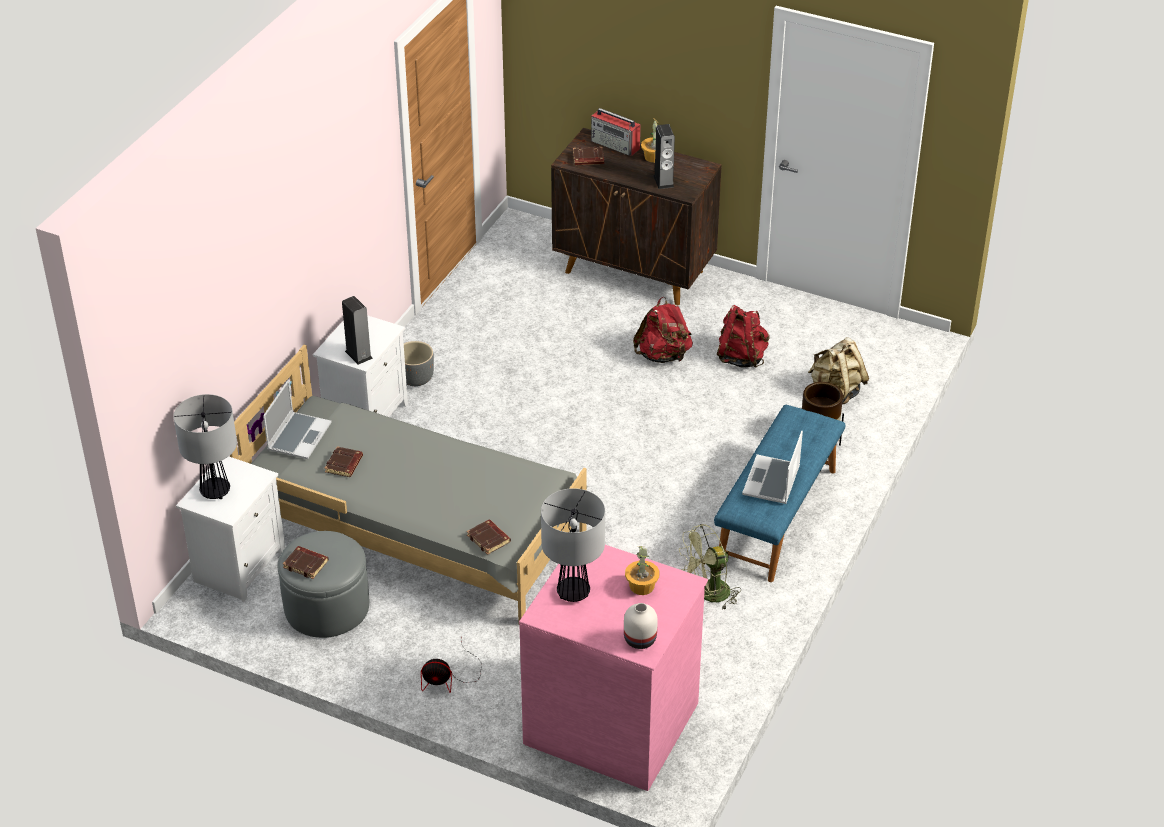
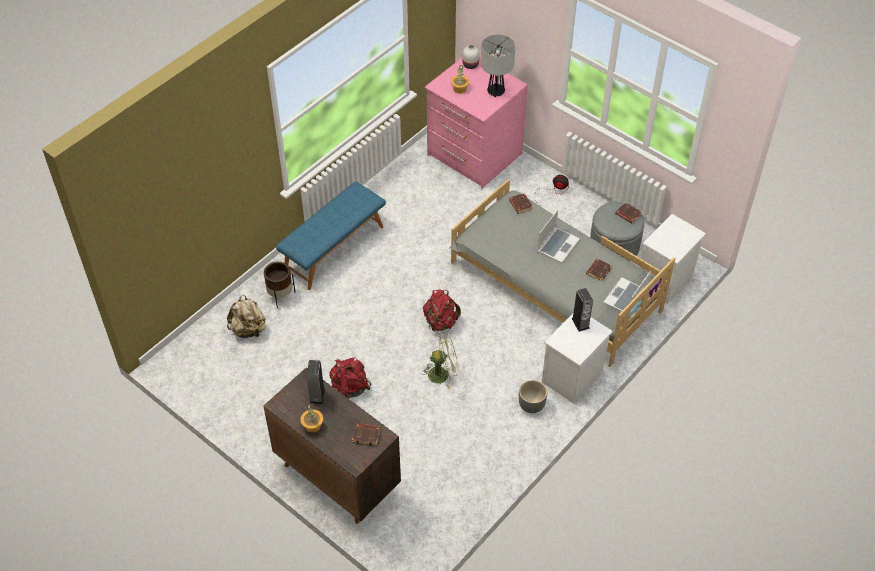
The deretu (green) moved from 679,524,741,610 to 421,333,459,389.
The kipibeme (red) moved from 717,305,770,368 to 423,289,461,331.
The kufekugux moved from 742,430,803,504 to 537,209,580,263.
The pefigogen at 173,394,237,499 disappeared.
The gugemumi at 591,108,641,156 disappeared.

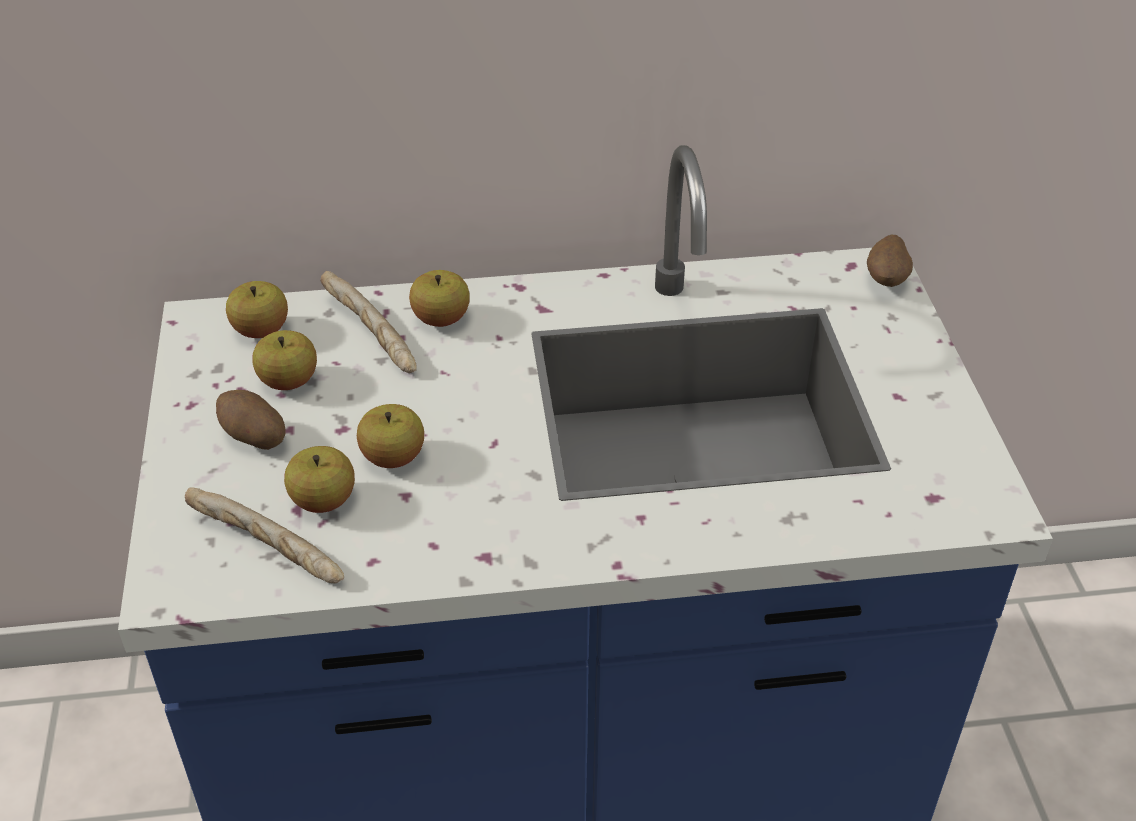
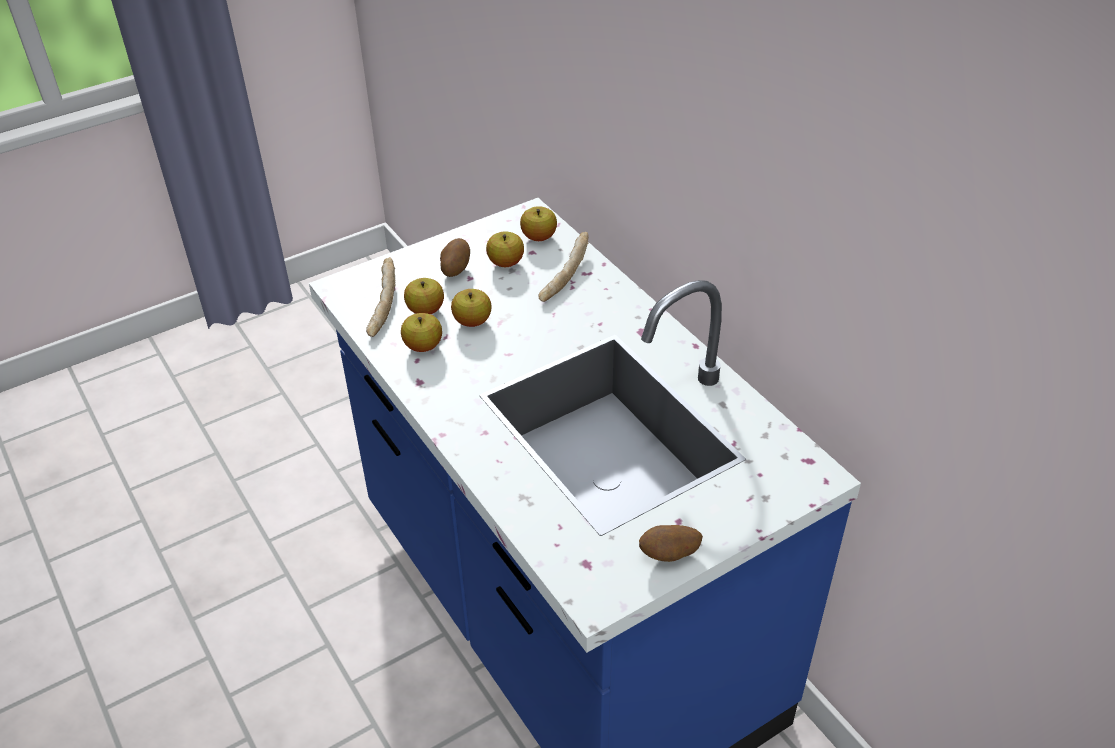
The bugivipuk moved from 409,270,470,327 to 401,313,442,352.
The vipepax moved from 867,235,913,287 to 639,525,703,562.

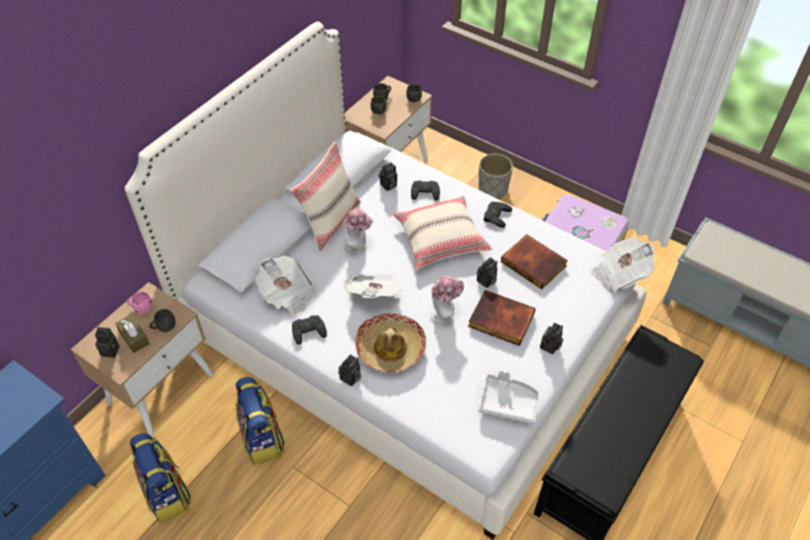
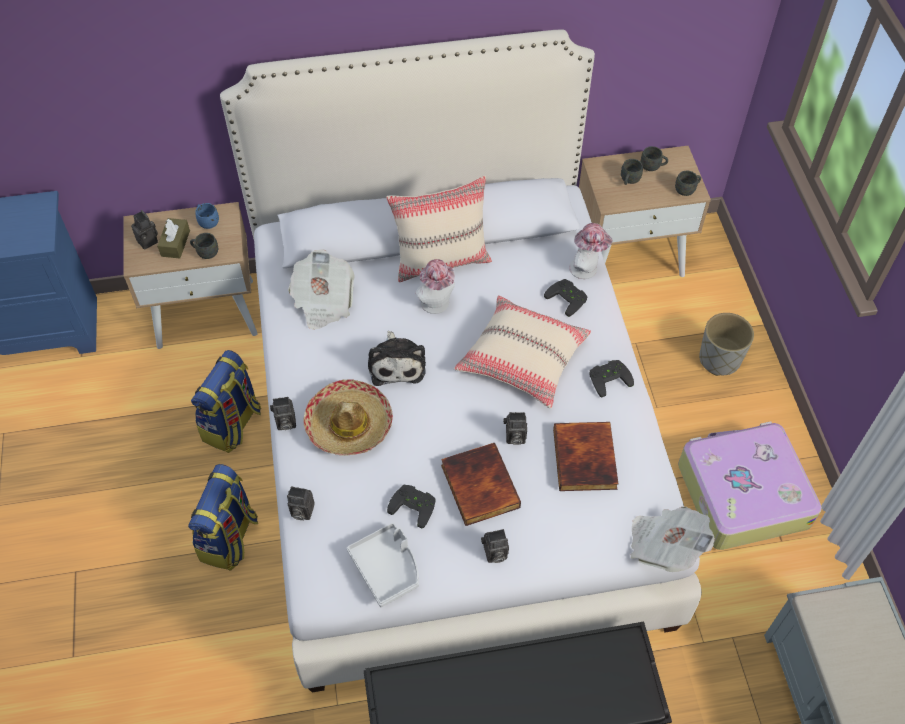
The kipibeme moved from 130,433,191,523 to 188,464,258,571.
The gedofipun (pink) at 127,291,152,314 became the gedofipun (blue) at 195,203,219,229.
The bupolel moved from 378,162,397,191 to 287,486,315,520.
The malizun at 346,274,402,298 was replaced by the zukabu at 368,331,426,386.
The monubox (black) moved from 292,316,327,345 to 387,485,436,528.
The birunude moved from 430,276,464,325 to 569,223,613,279.

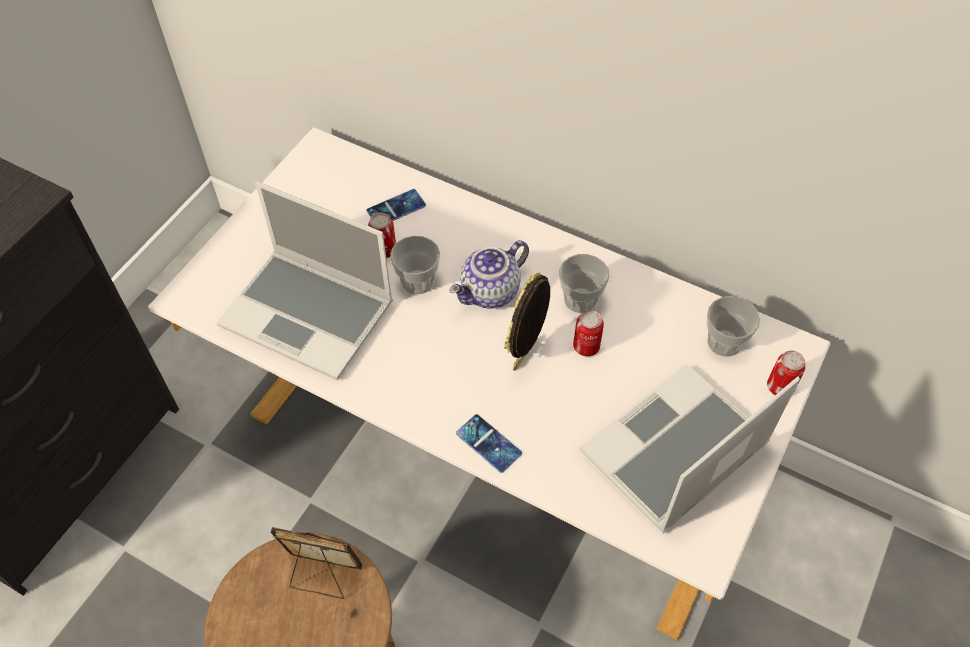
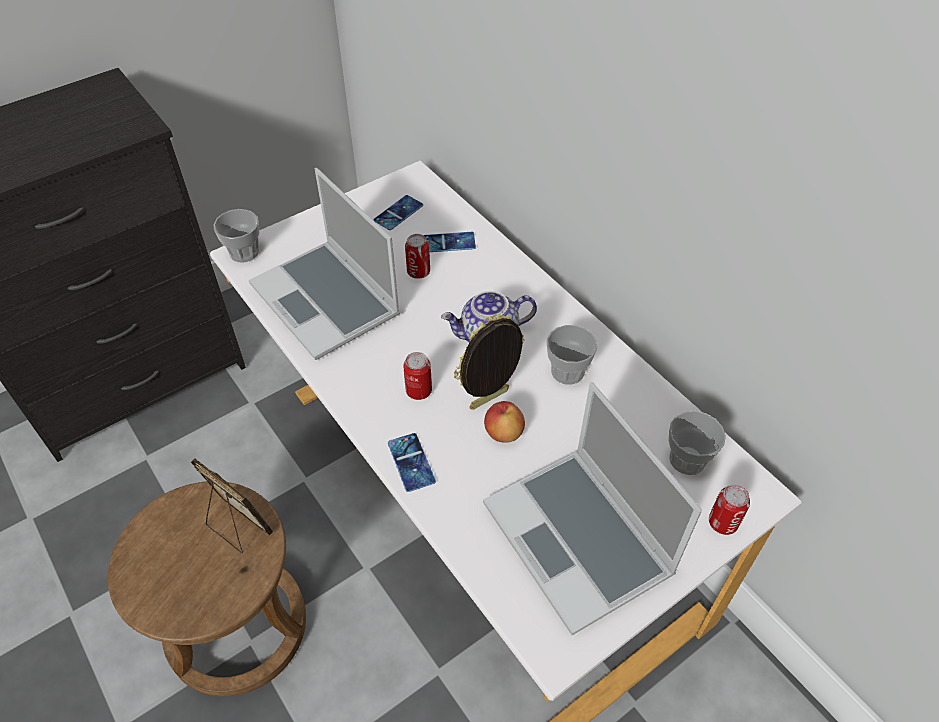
The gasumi moved from 390,236,440,294 to 213,209,260,263.
The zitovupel at 373,195,423,230 appeared.
The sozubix moved from 573,310,604,356 to 403,352,432,400.
The kufekugux at 579,363,800,533 turned 105 degrees counterclockwise.
The bugivipuk at 484,401,525,443 appeared.

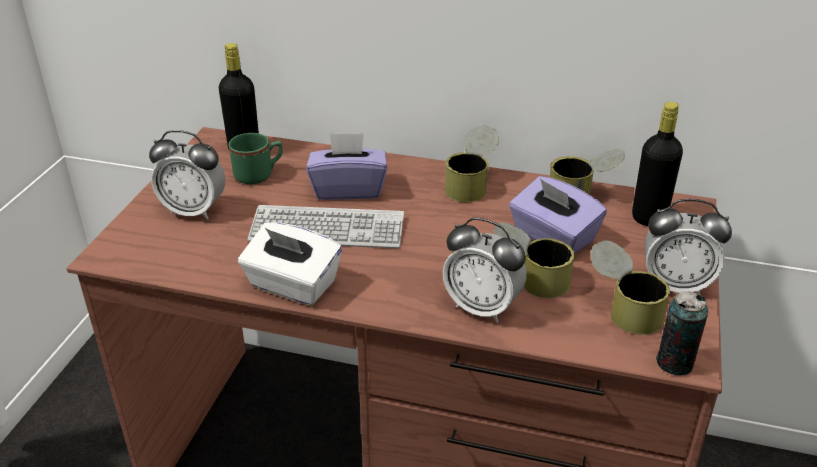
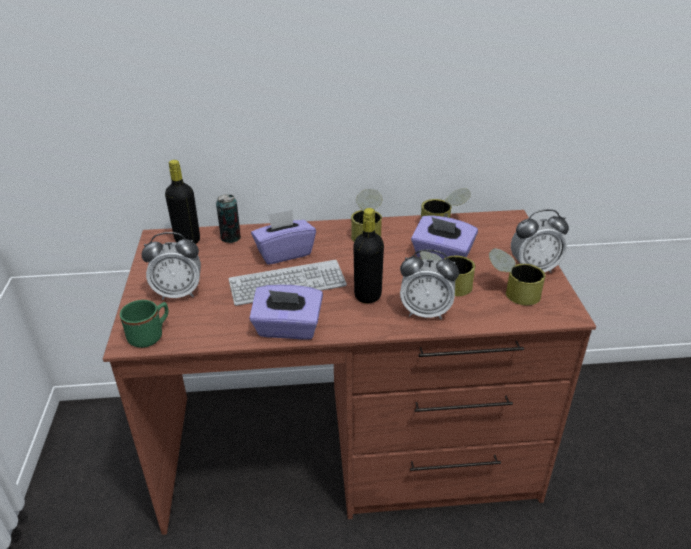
The gedofipun (green) moved from 228,133,283,184 to 120,300,169,348.
The sozubix moved from 656,291,708,376 to 216,194,241,243.
The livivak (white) at 238,222,342,305 became the livivak (purple) at 249,285,323,340.
The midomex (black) moved from 632,102,683,226 to 353,208,384,304.

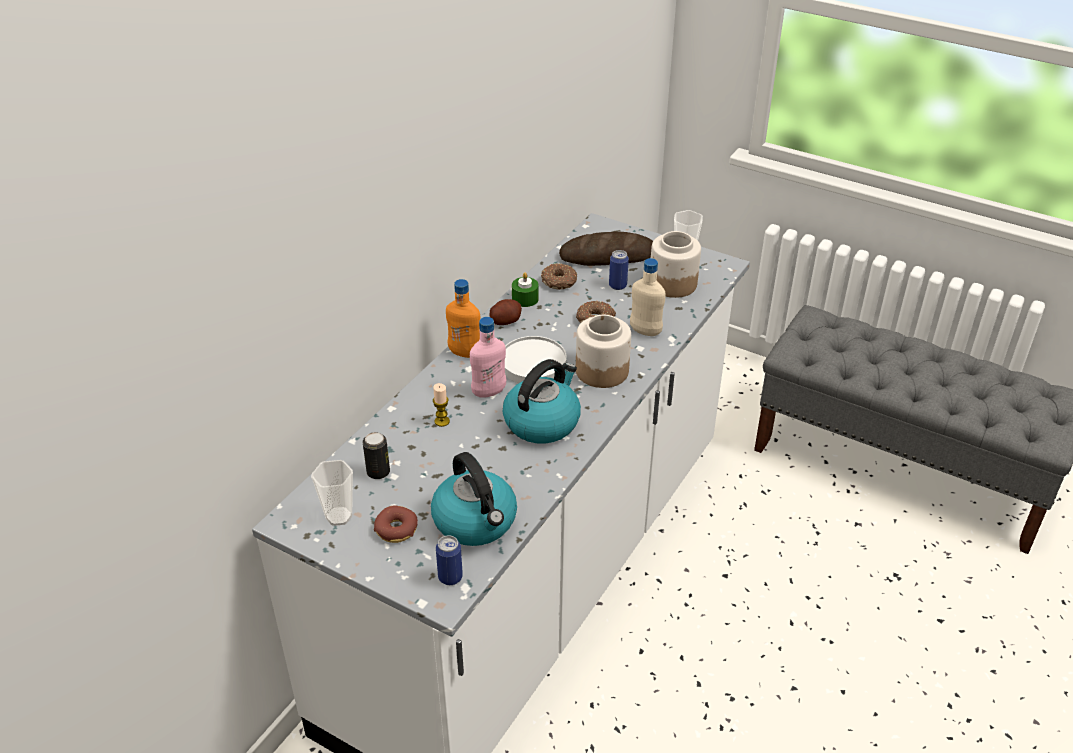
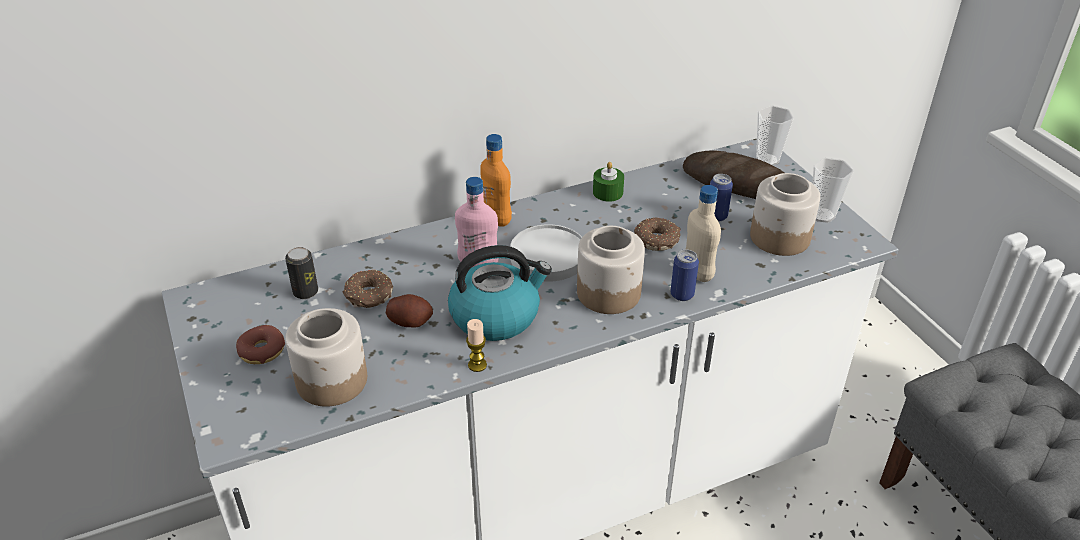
The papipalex at 431,452,517,546 was replaced by the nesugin at 285,308,367,407.
The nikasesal moved from 541,263,577,290 to 342,269,393,308.
The vipepax moved from 490,299,522,325 to 386,294,433,328.
The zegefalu moved from 433,383,450,427 to 466,319,487,372.
The sozubix moved from 436,535,463,585 to 670,249,699,301.
The gasumi moved from 311,460,353,526 to 756,106,794,166.

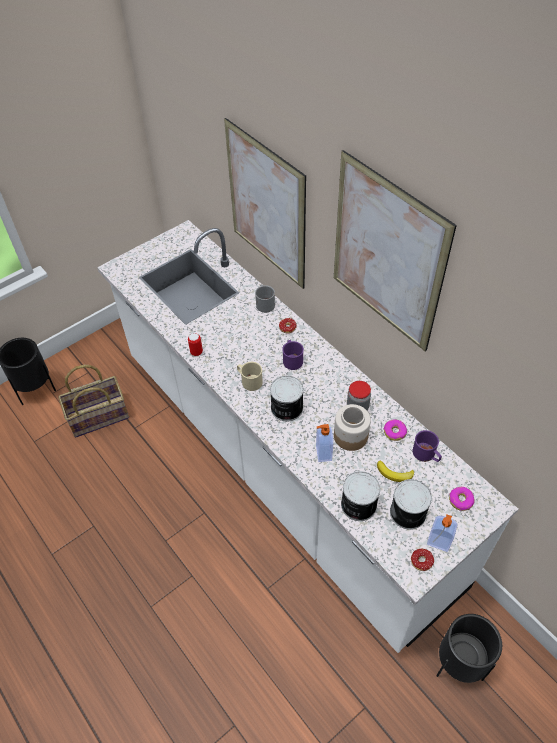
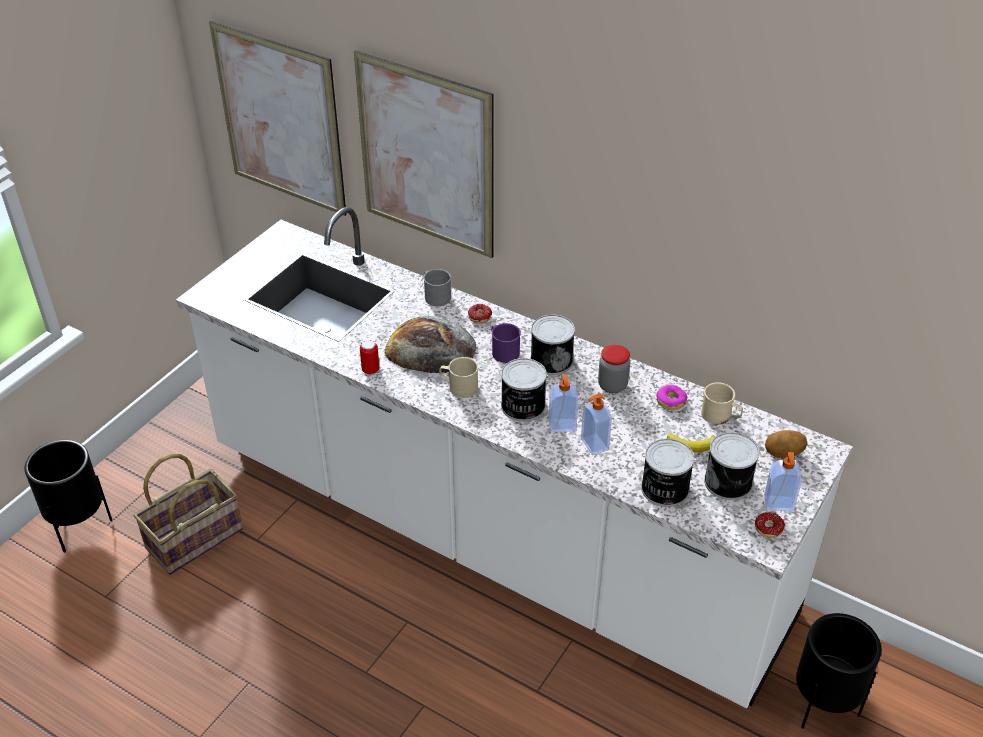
The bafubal moved from 334,150,457,352 to 209,20,346,216.
The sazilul at 384,316,477,373 appeared.
The sozubix at 530,315,575,375 appeared.
The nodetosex at 549,375,578,432 appeared.
The gedofipun (purple) at 413,430,442,462 became the gedofipun (beige) at 701,382,743,424.
The nikasesal at 449,487,474,511 was replaced by the vipepax at 765,430,807,459.
The nesugin at 334,404,371,451 disappeared.

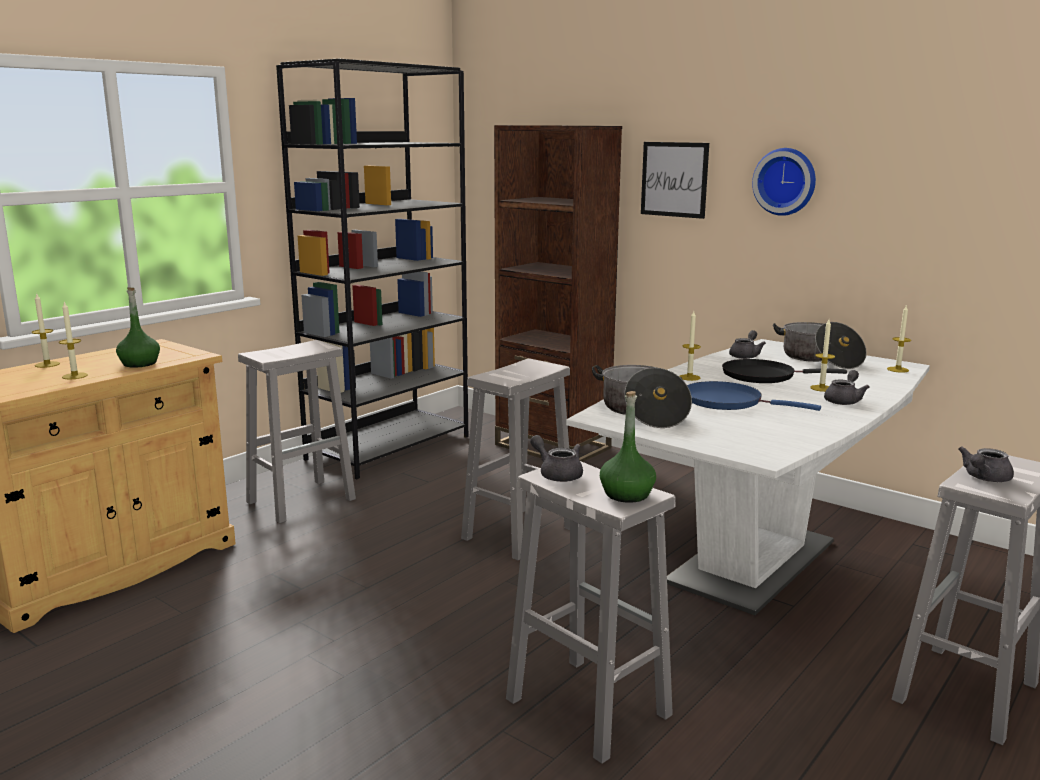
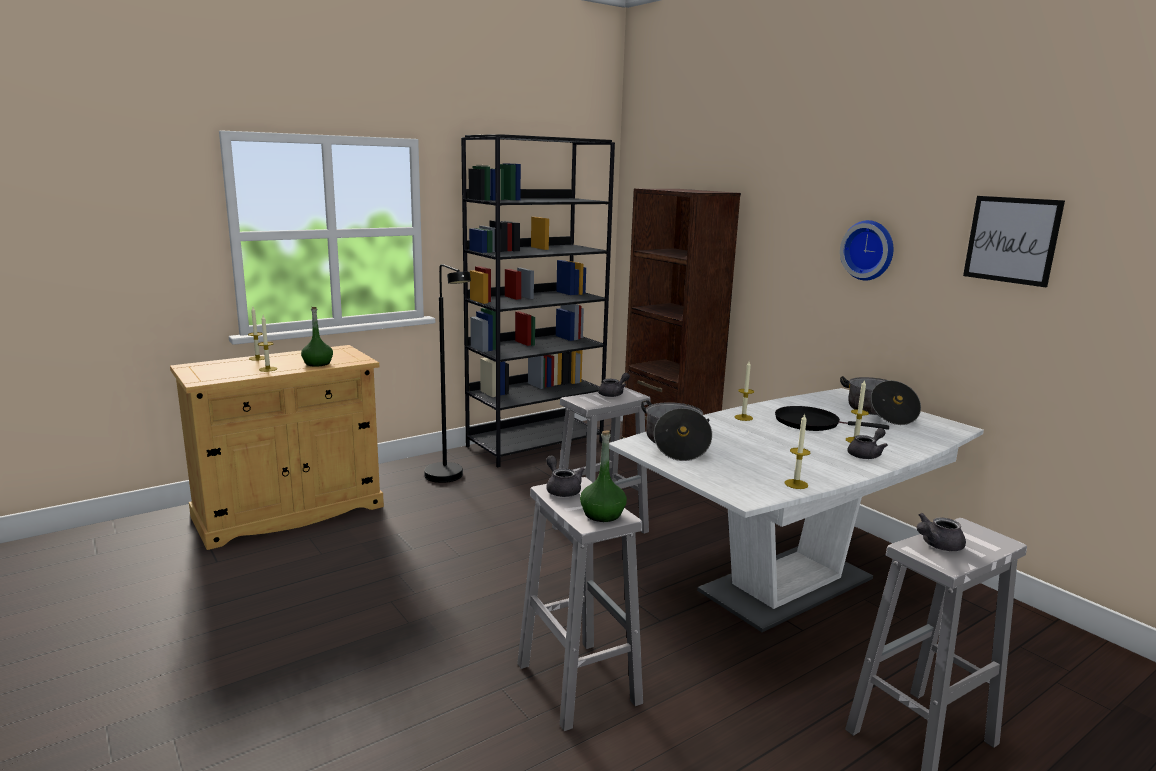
The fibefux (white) at 238,340,356,523 was replaced by the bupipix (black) at 424,264,471,483.
The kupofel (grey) moved from 729,330,766,359 to 598,373,630,397.
The zegefalu moved from 887,306,911,373 to 784,414,810,489.
The bafubal moved from 641,142,709,219 to 963,196,1065,287.
The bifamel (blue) at 687,381,821,411 disappeared.

